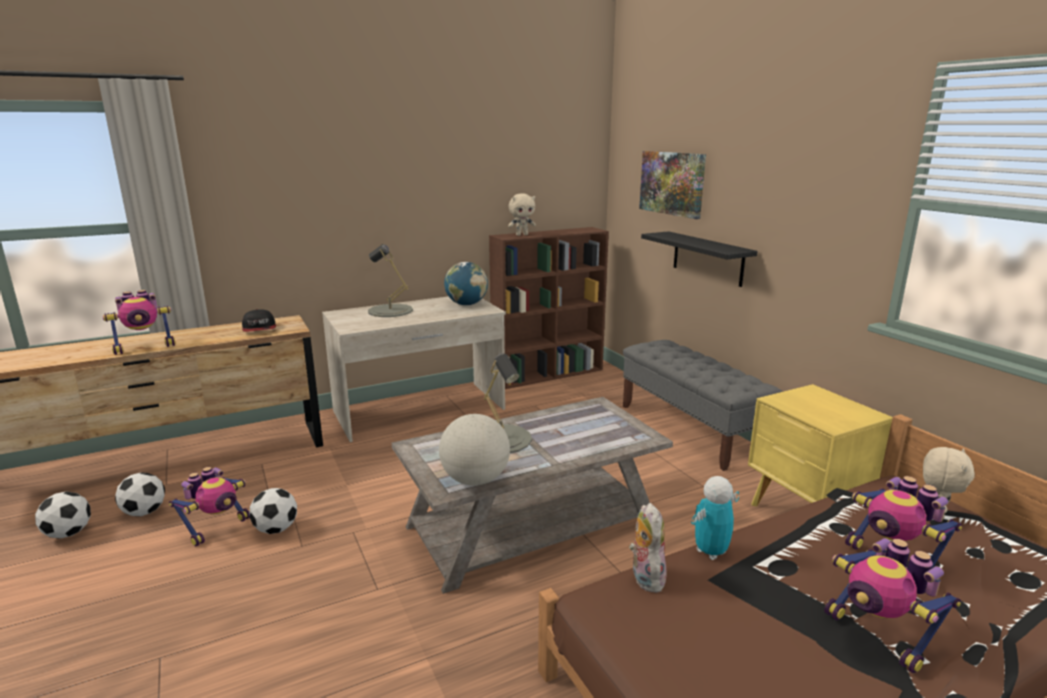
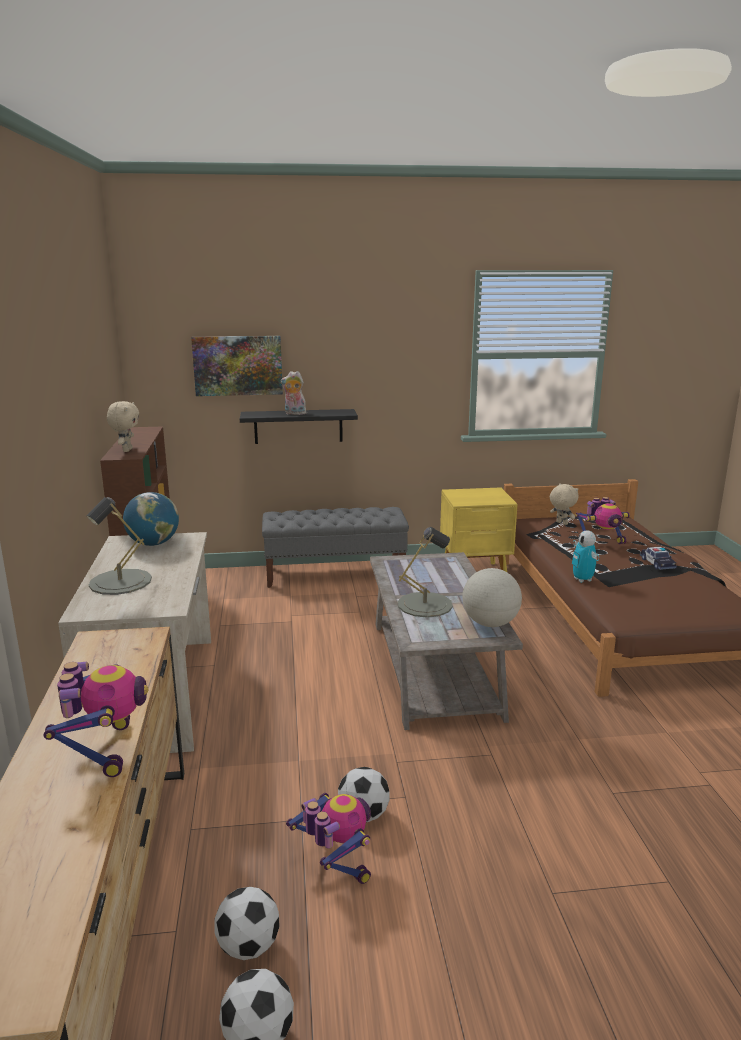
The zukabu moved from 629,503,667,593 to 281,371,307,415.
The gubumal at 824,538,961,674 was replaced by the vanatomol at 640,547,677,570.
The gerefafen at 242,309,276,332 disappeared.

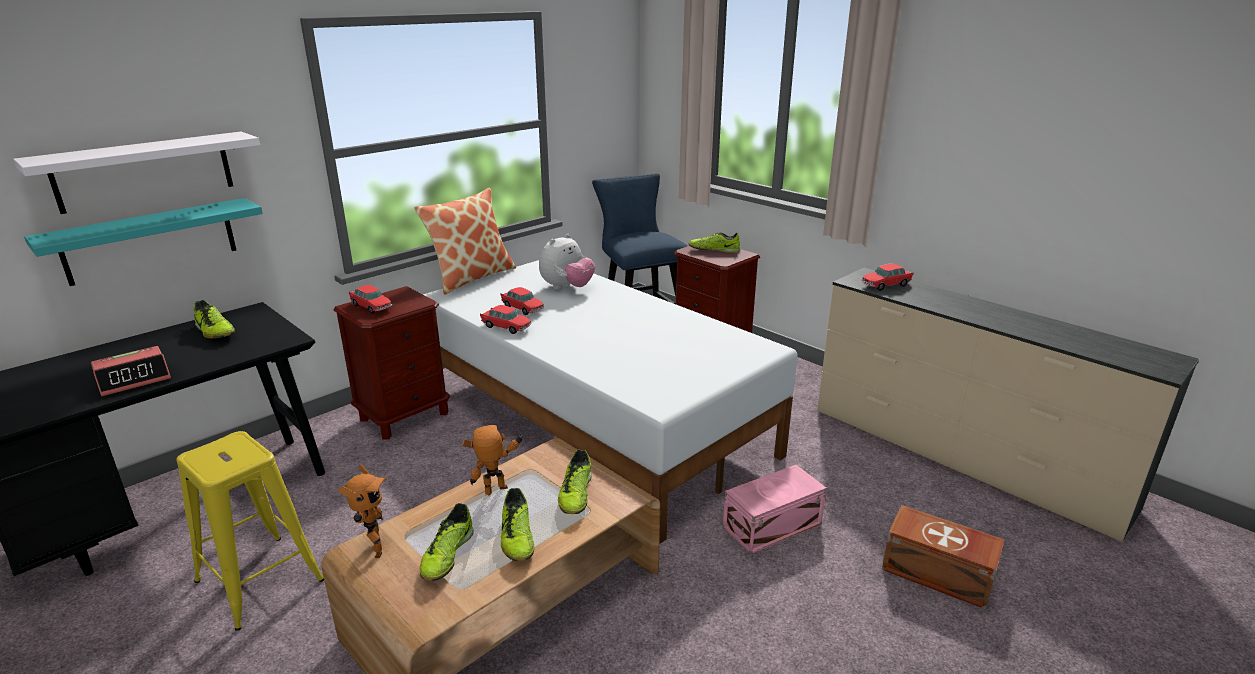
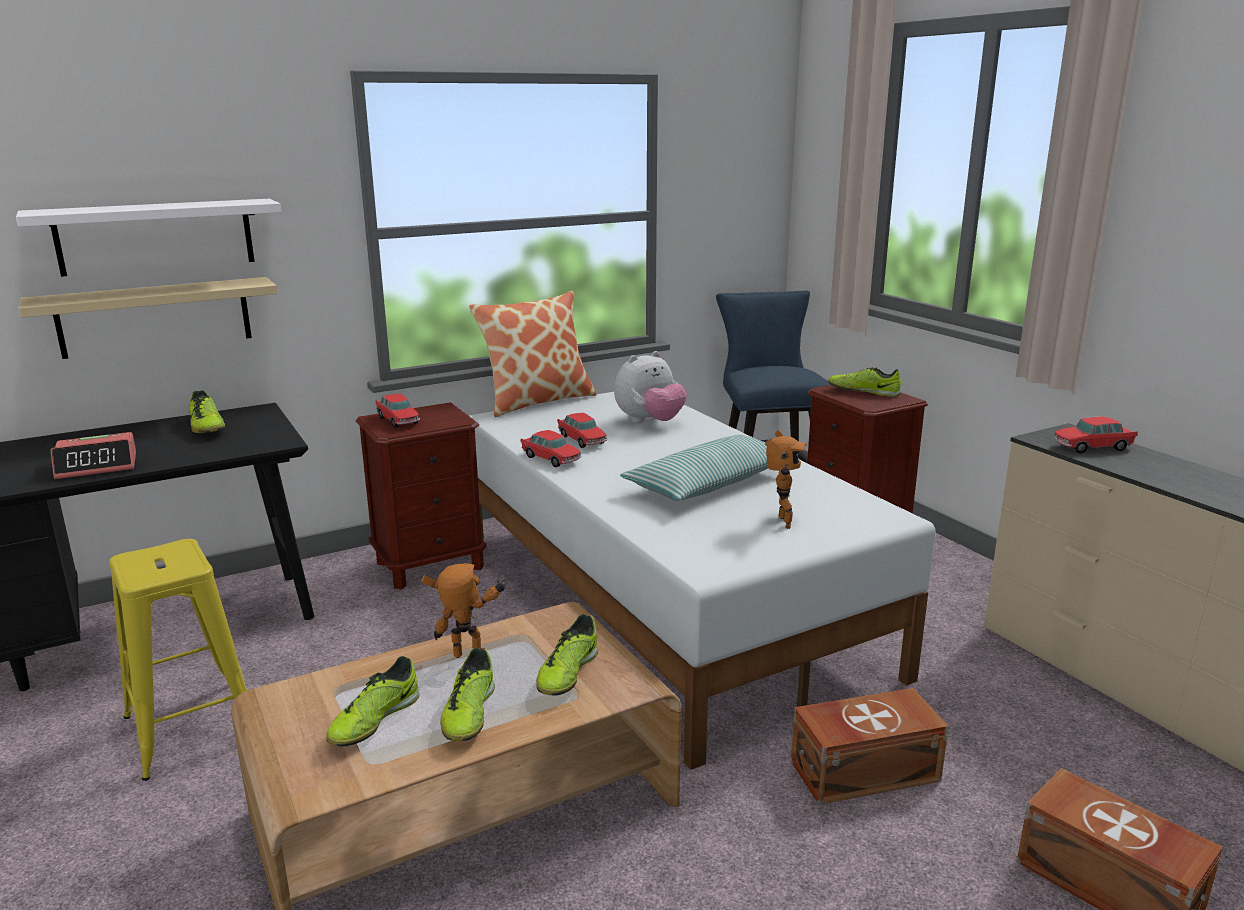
The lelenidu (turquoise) at 24,198,263,286 became the lelenidu (beige) at 18,277,278,359.
The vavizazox at 620,435,768,501 appeared.
The gubumal moved from 338,464,387,558 to 765,430,807,529.
The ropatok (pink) at 723,465,827,554 became the ropatok (brown) at 791,688,949,805.

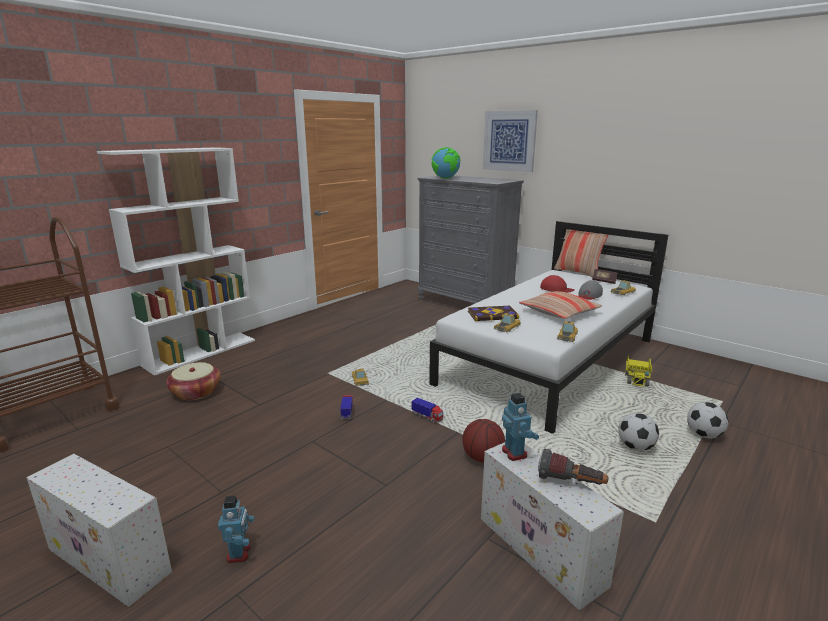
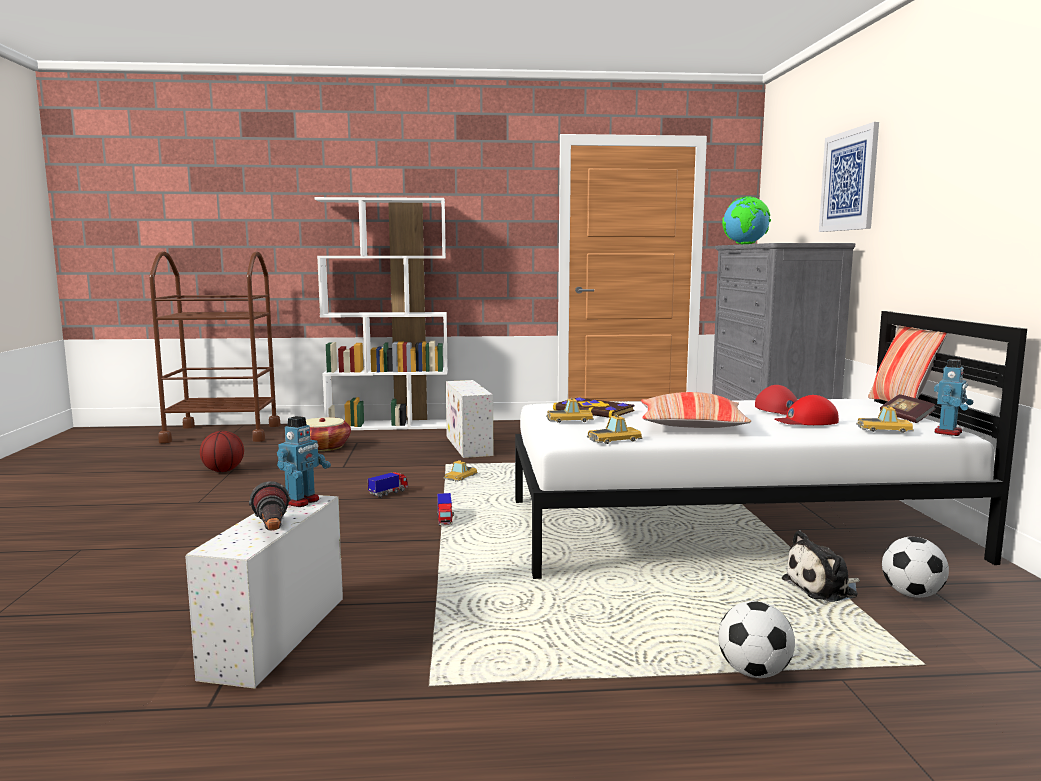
The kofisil moved from 462,419,505,463 to 200,431,244,472.
The ropatok (white) moved from 26,454,172,607 to 446,380,493,458.
The gerefafen (grey) at 578,280,603,300 became the gerefafen (red) at 774,395,839,425.
The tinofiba at 625,356,653,387 was replaced by the zukabu at 781,530,860,602.
The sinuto moved from 618,413,659,451 to 882,537,949,598.
The gubumal moved from 218,496,255,563 to 934,359,973,436.

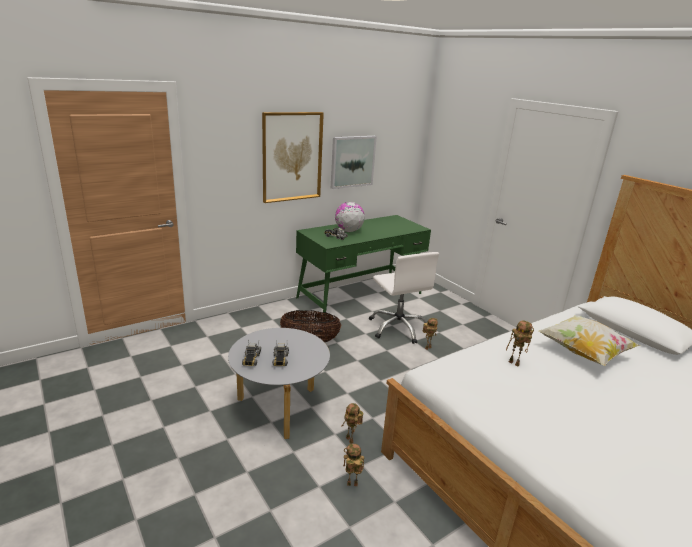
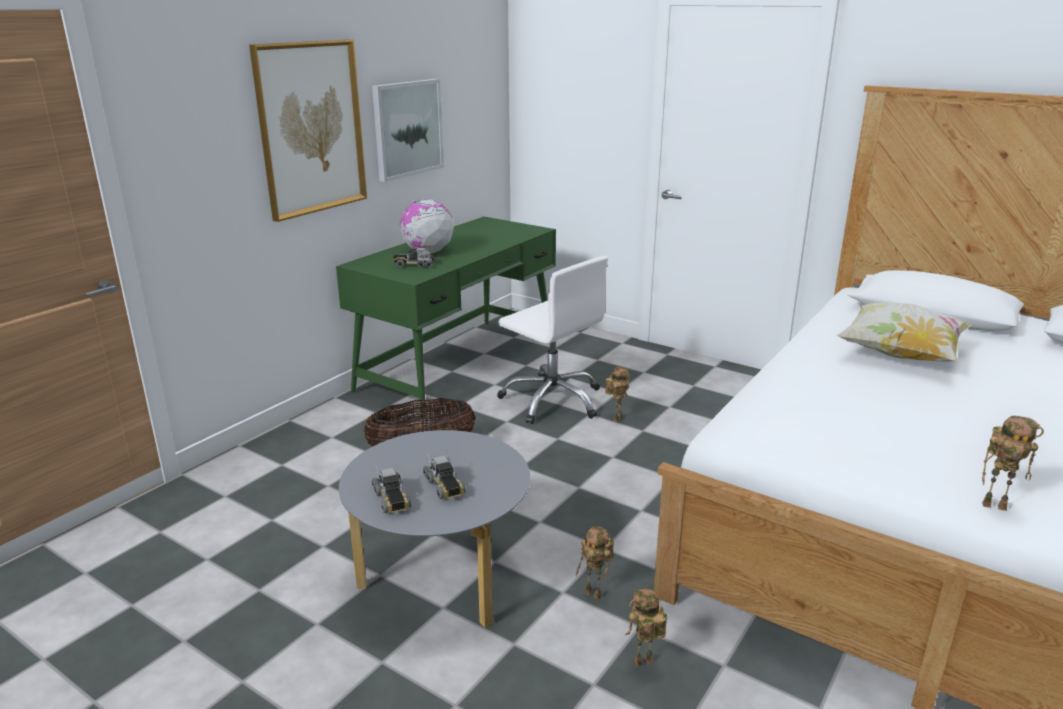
The gubumal moved from 506,321,534,366 to 982,416,1044,511.

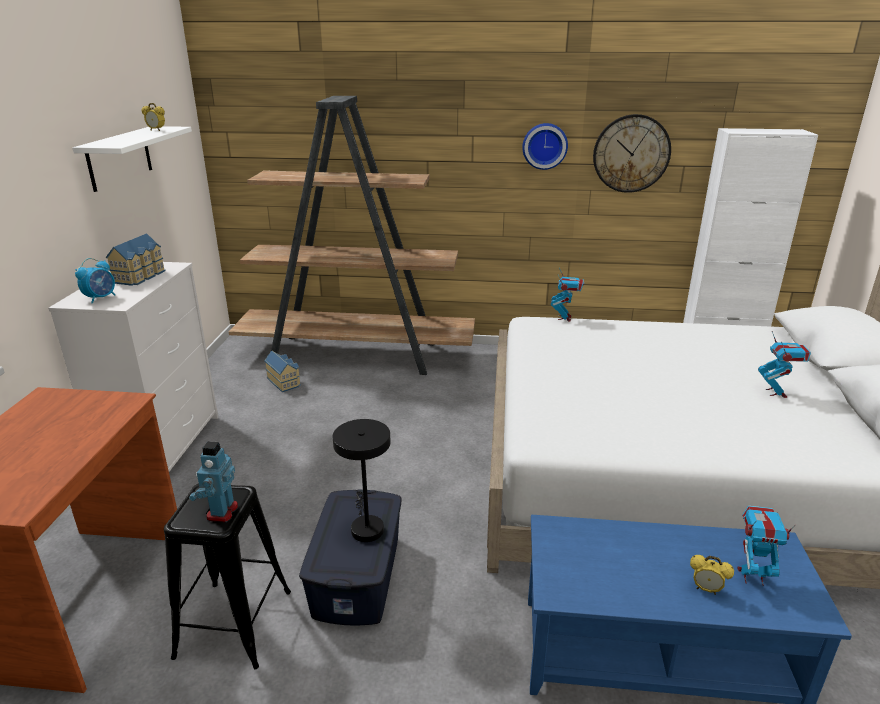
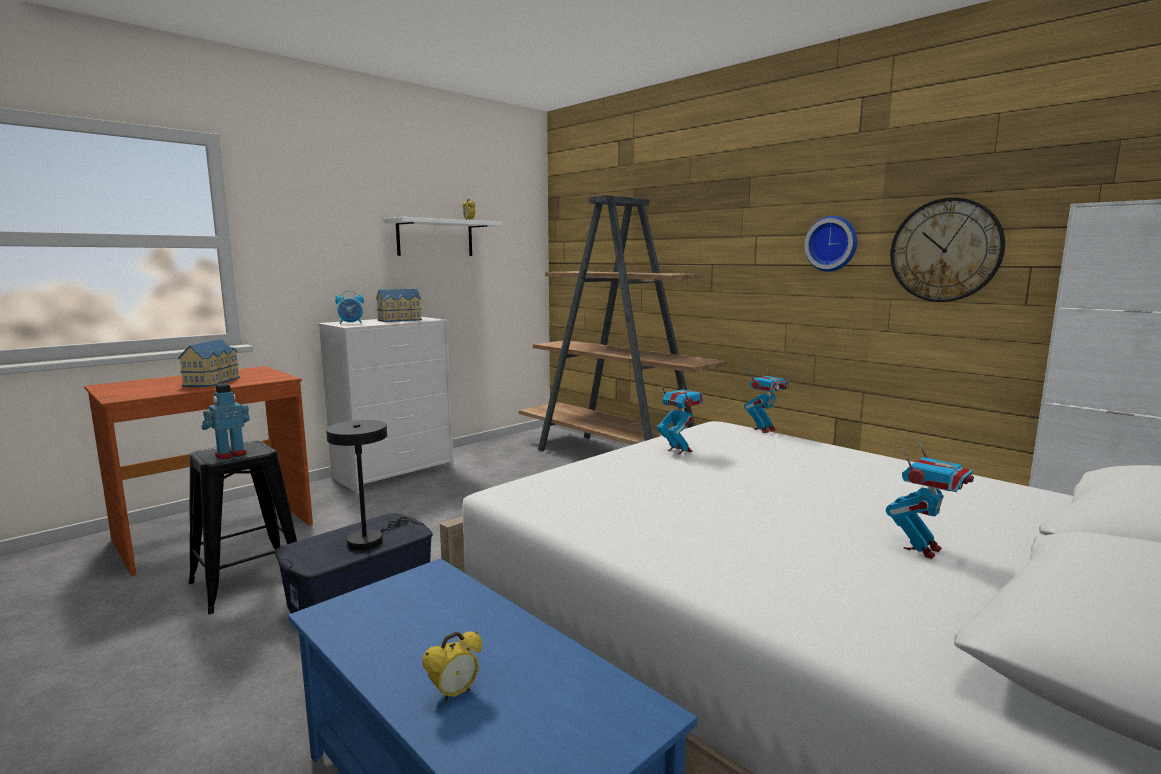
The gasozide moved from 264,350,301,392 to 178,339,240,387.
The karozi at 690,555,734,595 turned 105 degrees counterclockwise.
The gubumal moved from 737,506,796,586 to 657,381,704,454.

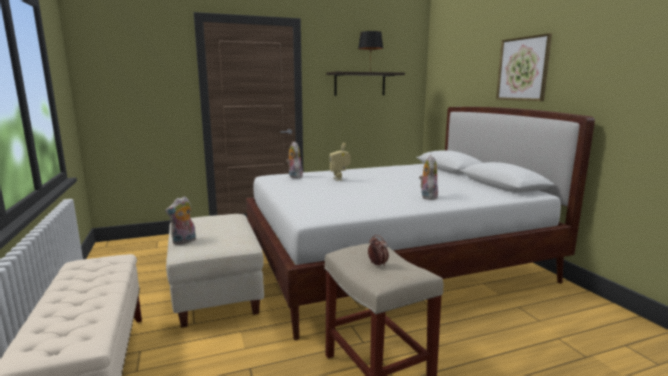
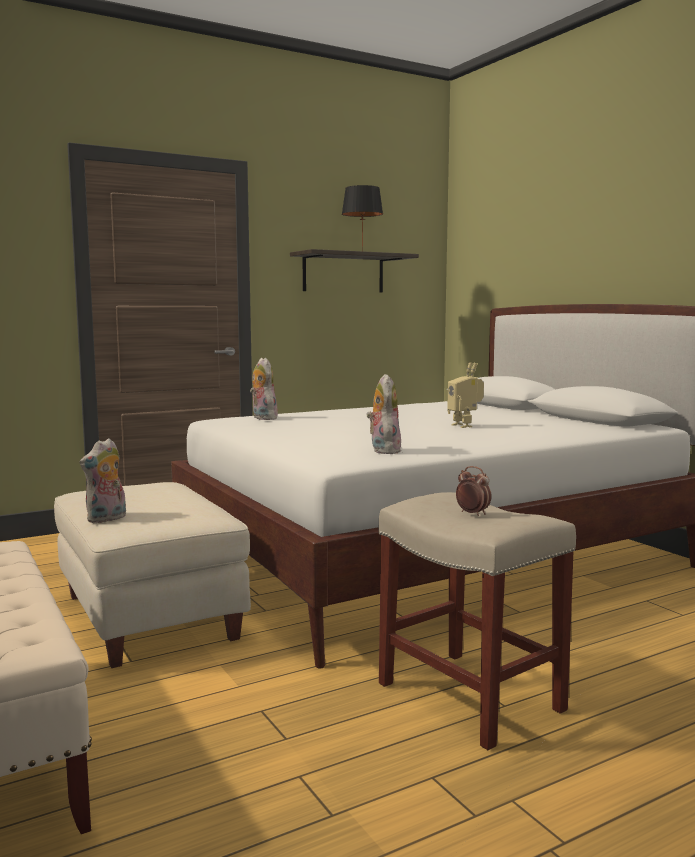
The zukabu moved from 419,155,438,200 to 367,374,401,454.
The gubumal moved from 330,143,351,181 to 447,362,484,428.
The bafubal at 496,33,552,101 disappeared.

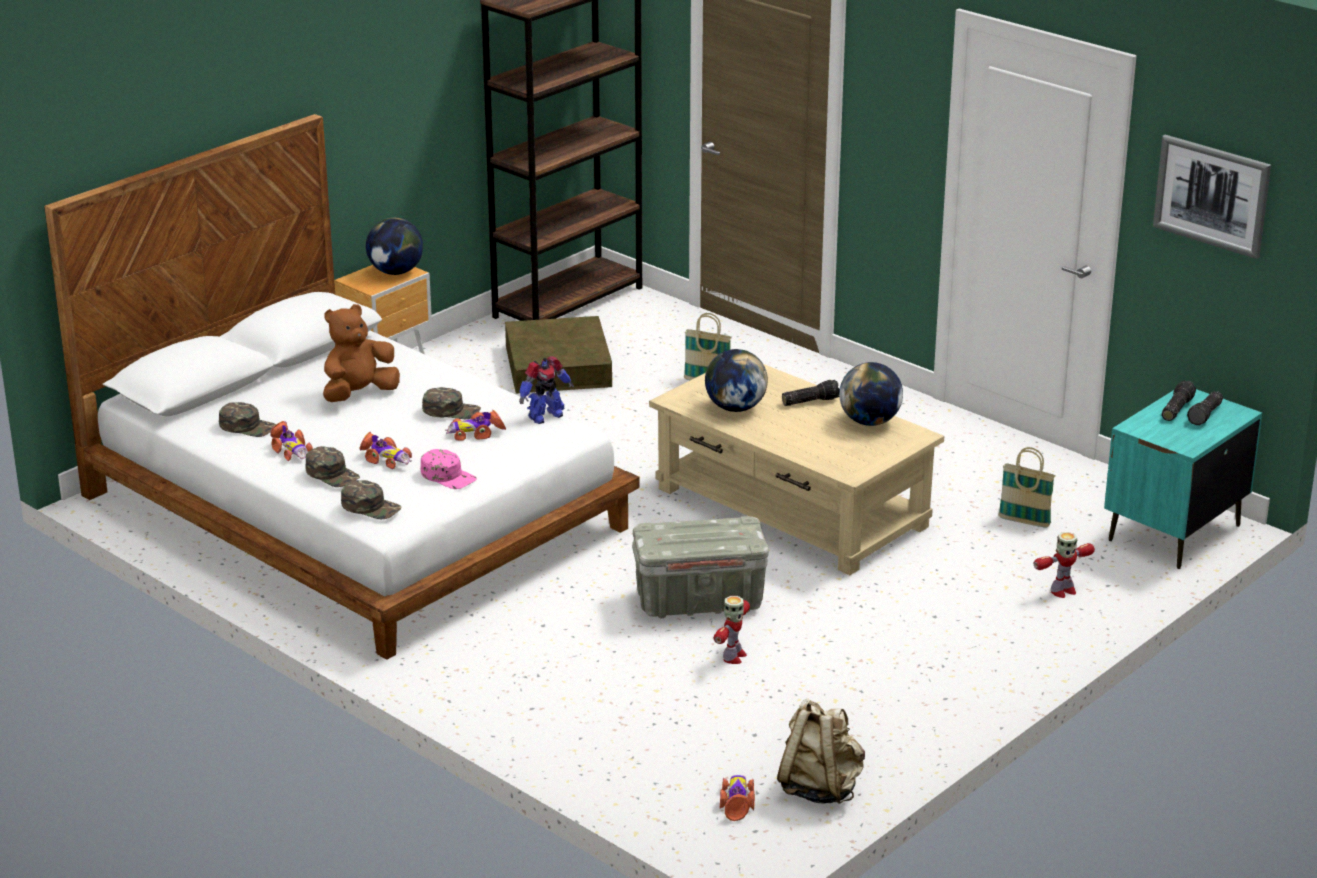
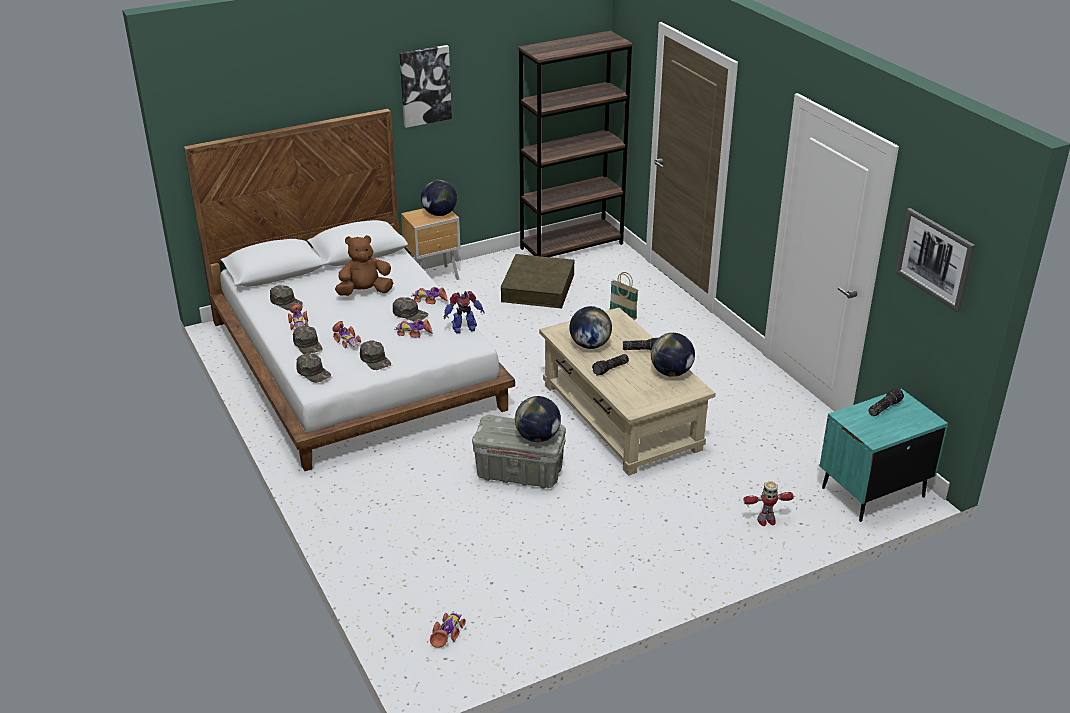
The gerefafen (pink) at 421,449,477,489 became the gerefafen (green) at 360,340,391,370.
The bafubal at 399,45,452,128 appeared.
The vanatomol at 411,287,448,304 appeared.
The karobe at 515,396,561,442 appeared.
The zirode moved from 1187,391,1223,425 to 592,354,629,376.
The gubumal at 714,596,750,664 disappeared.
The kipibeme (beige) at 777,698,865,804 disappeared.
The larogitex at 998,447,1055,527 disappeared.

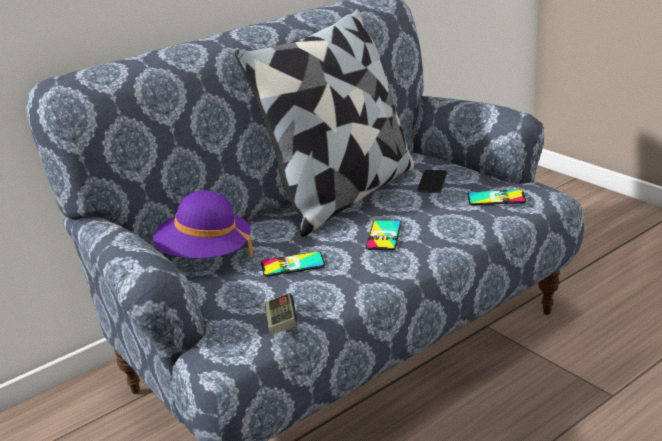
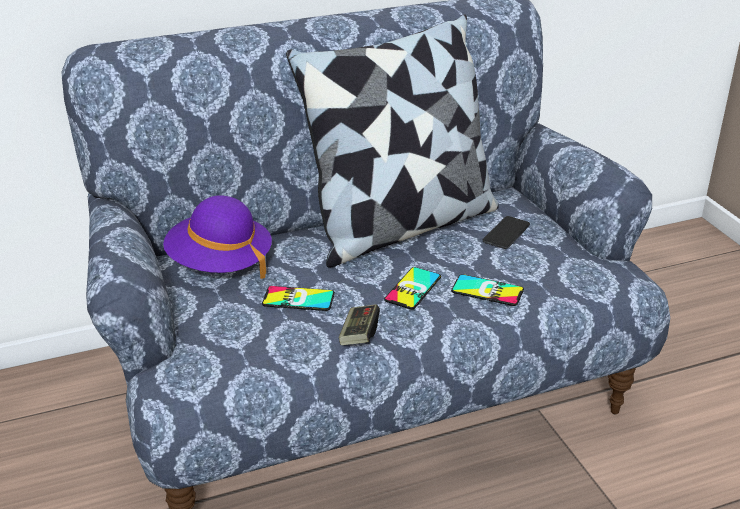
The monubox moved from 265,293,298,335 to 339,304,380,345.
The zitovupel moved from 467,190,526,205 to 451,274,524,306.

